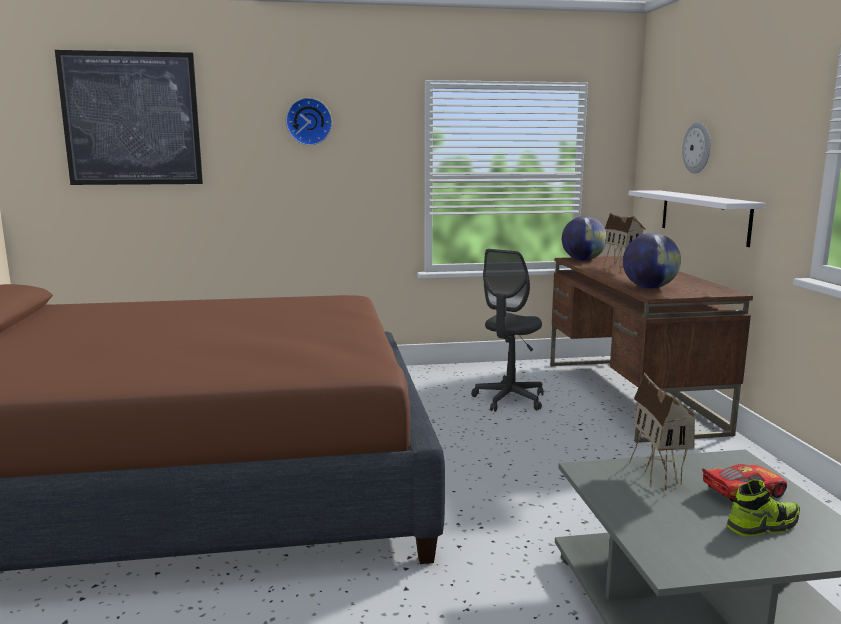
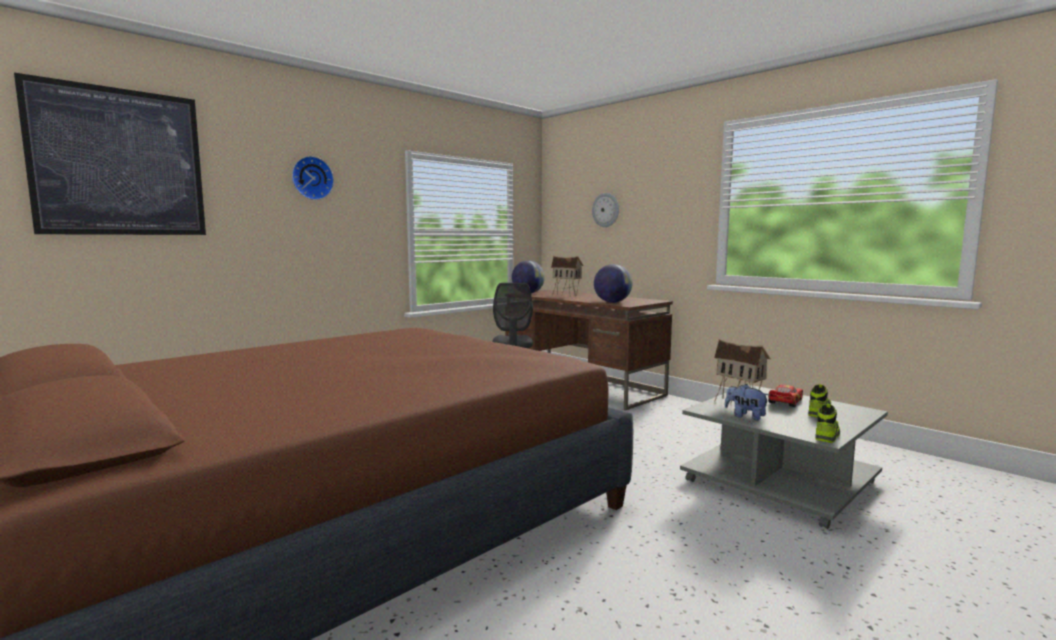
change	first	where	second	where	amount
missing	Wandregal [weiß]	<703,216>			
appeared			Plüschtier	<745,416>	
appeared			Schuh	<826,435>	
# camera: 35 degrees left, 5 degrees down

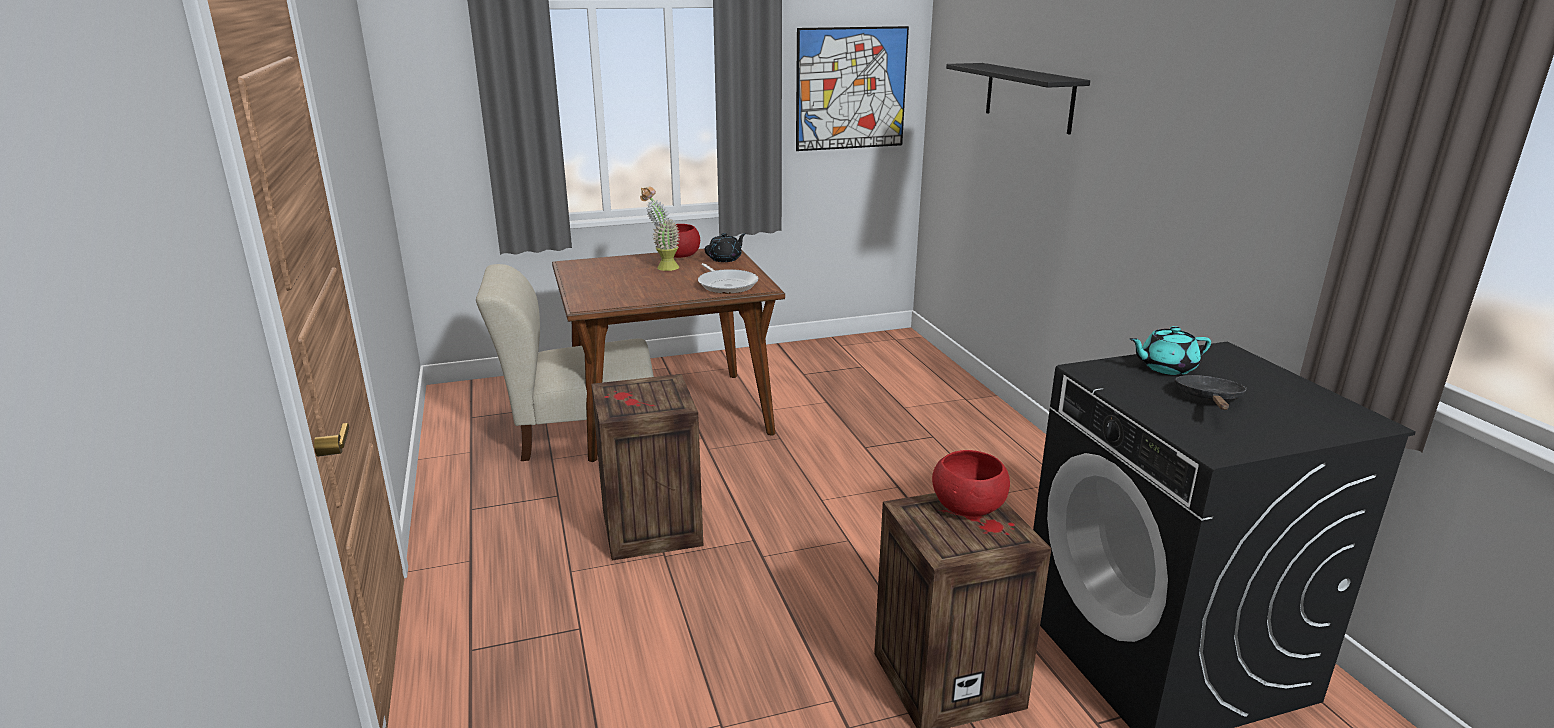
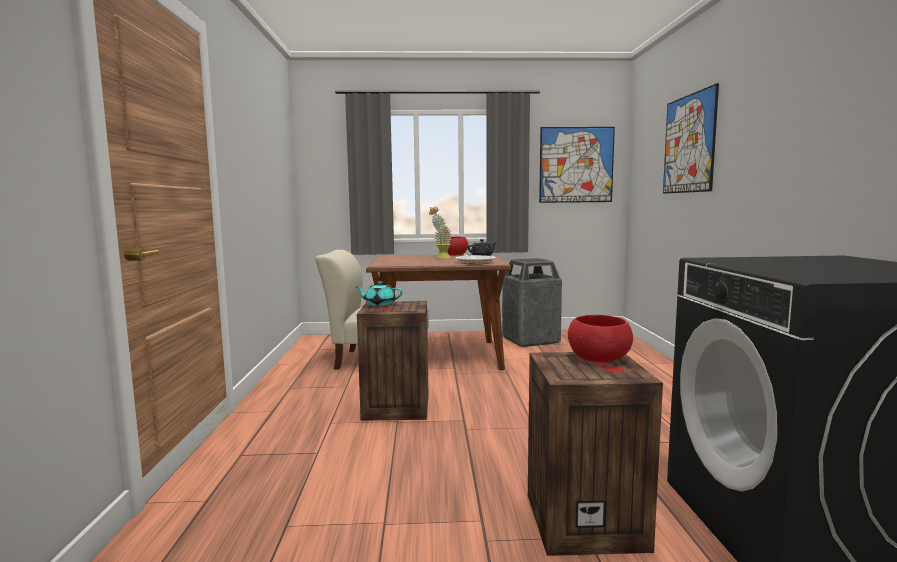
change	first	where	second	where	amount
exchanged	Wandregal [schwarz]	<1028,97>	Bild	<688,144>	
relocated	Teekanne [türkis]	<1166,367>		<379,304>	
missing	Pfanne [schwarz]	<1209,399>			
appeared			Mülleimer	<530,340>	
# camera: 15 degrees right, 15 degrees down

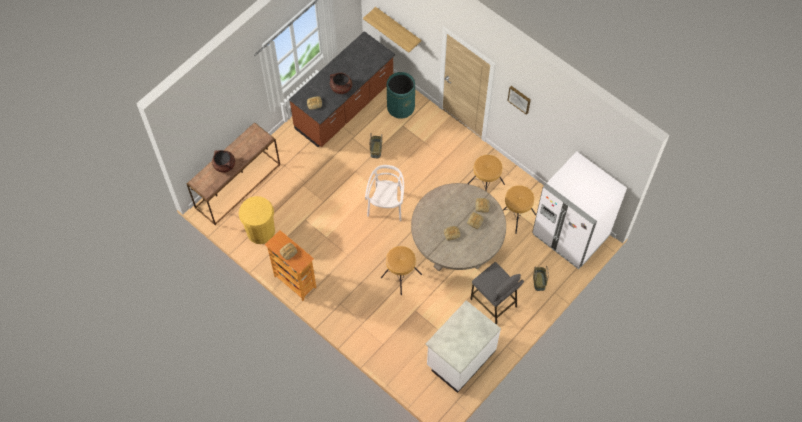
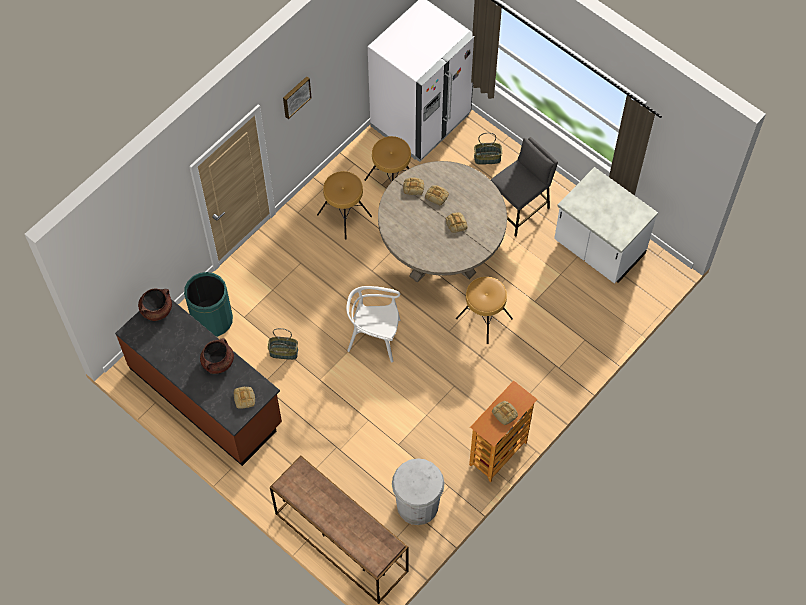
change	first	where	second	where	amount
relocated	Kochtopf [braun]	<224,165>		<156,309>	
colour	Mülleimer [gelb]	<261,231>	Mülleimer [weiß]	<417,505>	
missing	Wandregal	<398,27>			
# camera: 90 degrees left, 0 degrees up

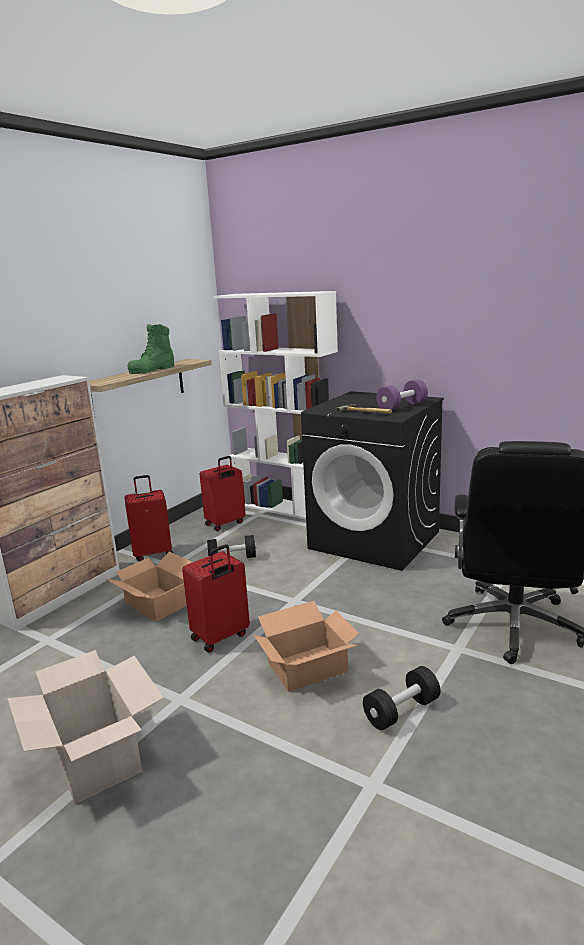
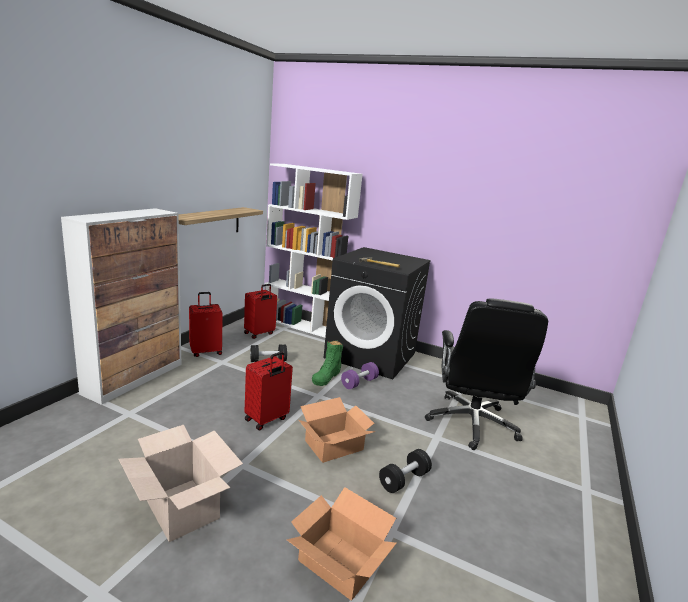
change	first	where	second	where	amount
relocated	Karton	<157,604>		<339,563>	
relocated	Stiefel [grün]	<152,370>		<326,376>	
relocated	Hantel [lila]	<402,406>		<359,383>	
# camera: 10 degrees left, 0 degrees up

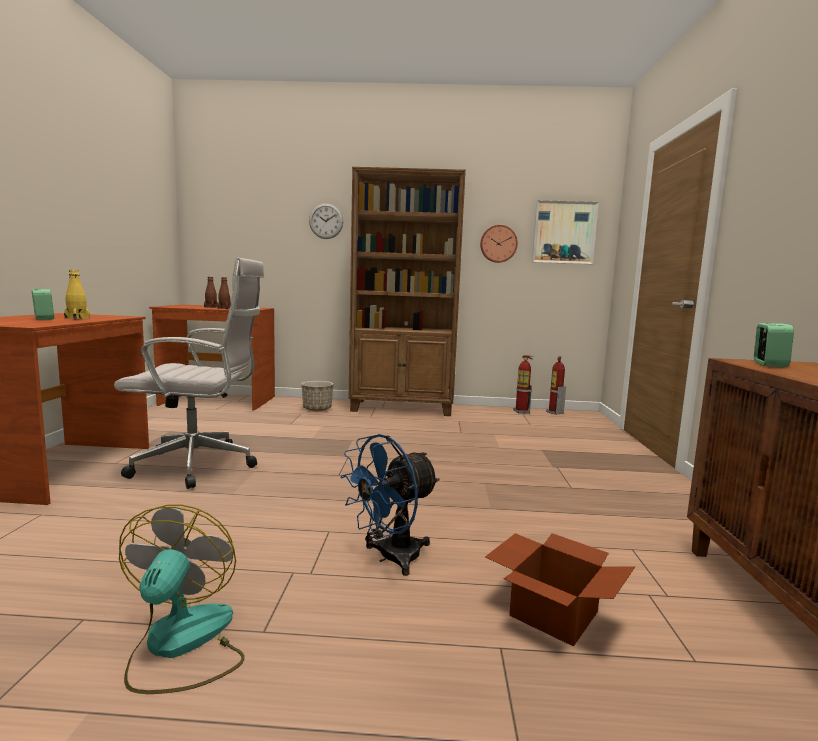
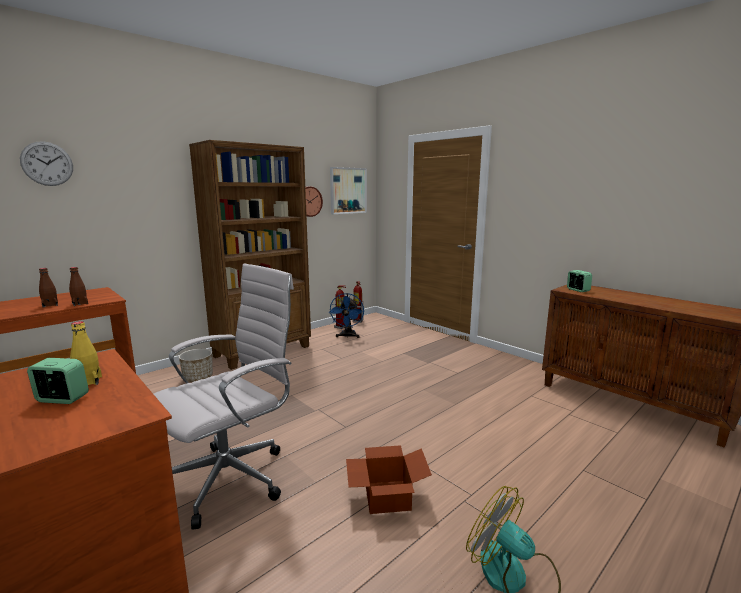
change	first	where	second	where	amount
relocated	Wanduhr	<326,221>		<47,164>	
relocated	Ventilator [blau]	<390,558>		<347,336>	
relocated	Karton	<552,612>		<385,496>	
# camera: 45 degrees left, 5 degrees up

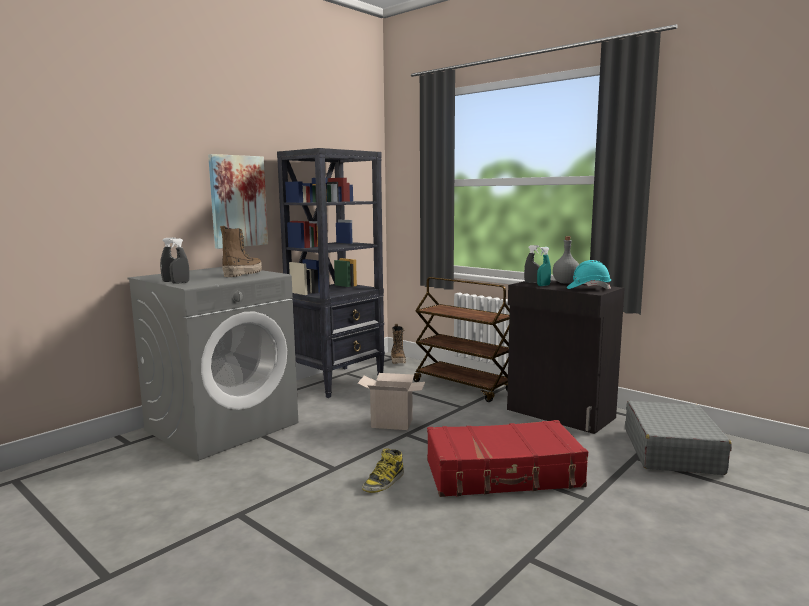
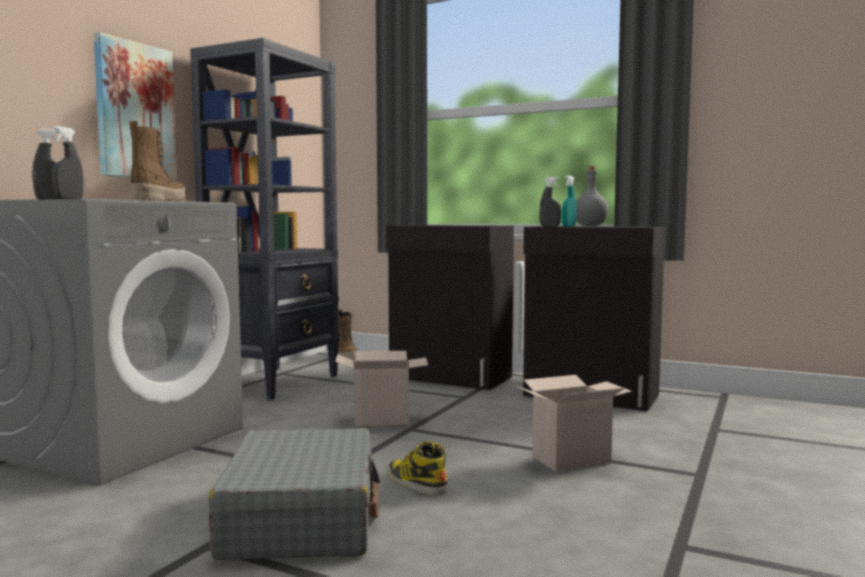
change	first	where	second	where	amount
spun	Stiefel	<384,482>		<415,483>	120 degrees clockwise
exchanged	Rollwagen [braun]	<463,386>	Schrank [schwarz]	<450,377>	
exchanged	Koffer [rot]	<503,474>	Karton	<572,459>	
missing	Schutzhelm [türkis]	<588,288>			
relocated	Koffer [grau]	<672,451>		<302,517>	
# camera: 15 degrees left, 5 degrees down

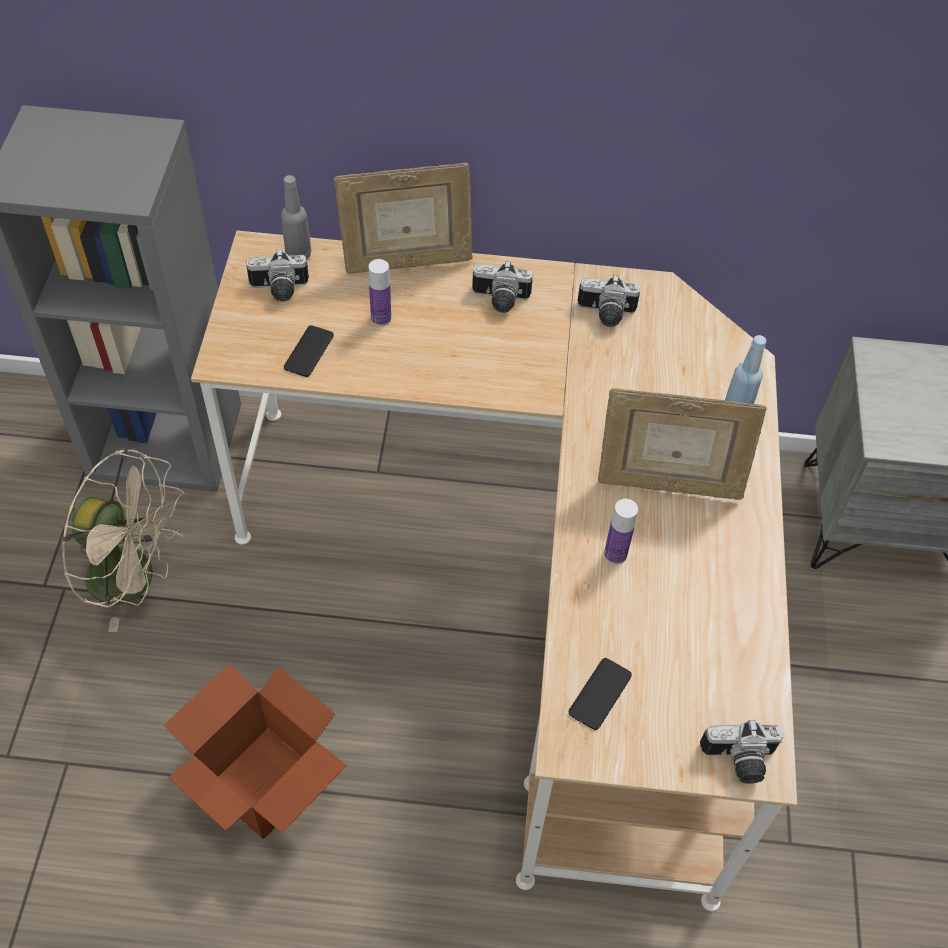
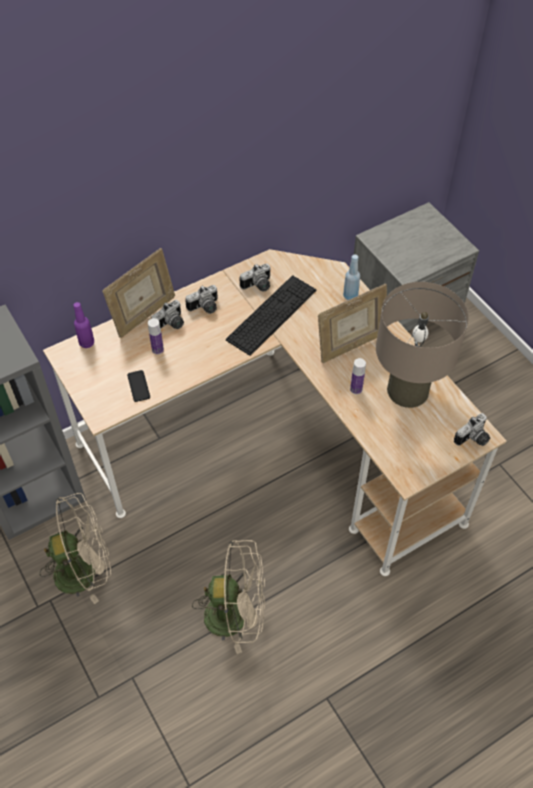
change	first	where	second	where	amount
exchanged	Karton	<265,781>	Ventilator [beige]	<235,615>	
relocated	Kamera	<279,290>		<171,324>	
colour	Flasche [grau]	<298,254>	Flasche [lila]	<86,343>	
missing	Handy	<600,694>			
appeared			Tastatur	<272,315>	
appeared			Tischlampe [beige]	<408,390>	
# camera: 35 degrees left, 0 degrees up

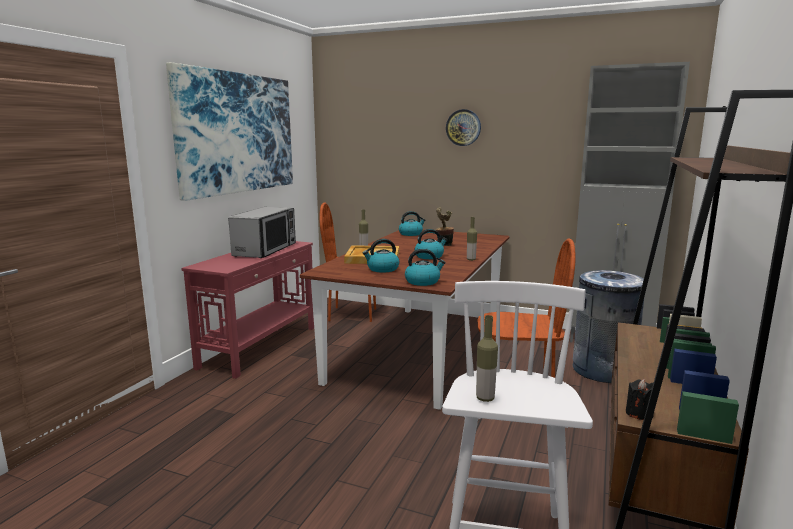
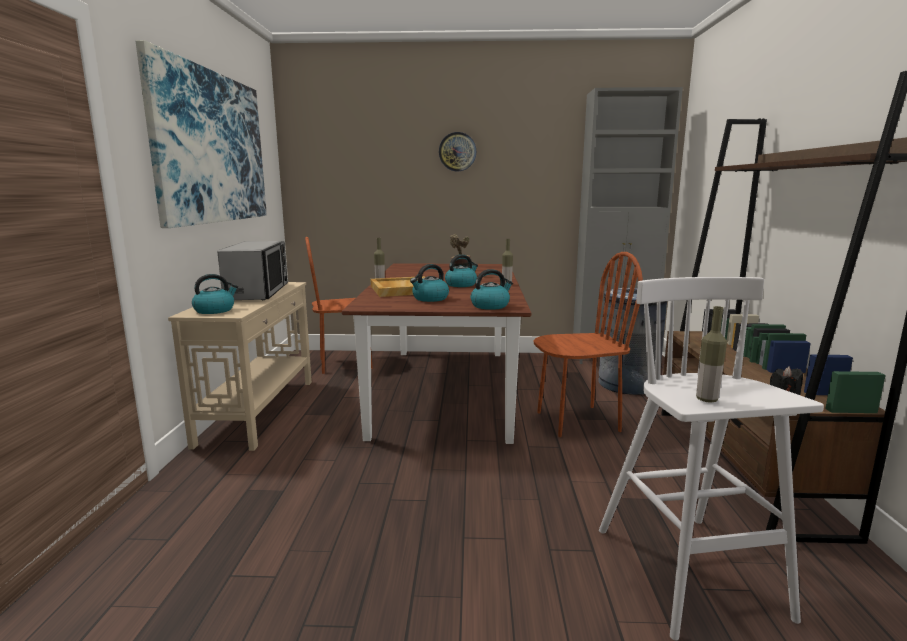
change	first	where	second	where	amount
colour	Konsolentisch [rot]	<261,346>	Konsolentisch [beige]	<260,410>	
relocated	Wasserkessel	<411,234>		<215,310>	
# camera: 20 degrees left, 0 degrees up

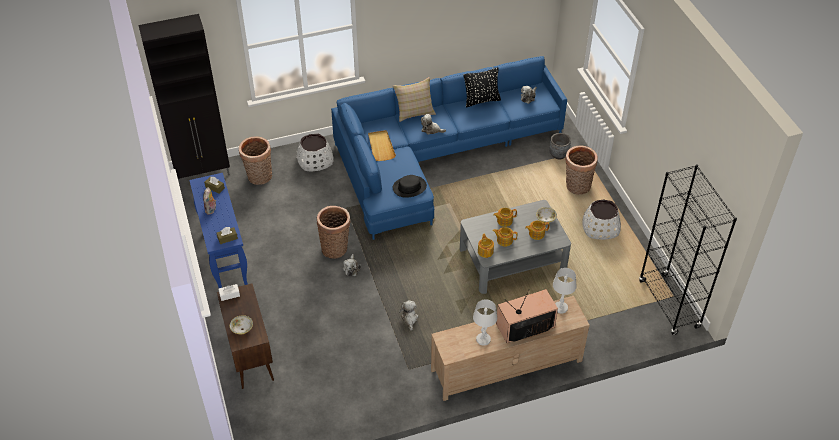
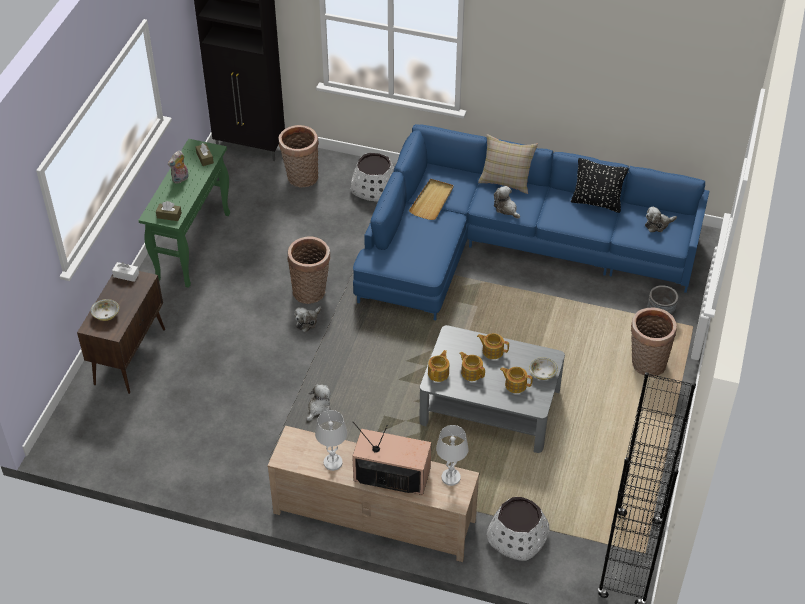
change	first	where	second	where	amount
colour	Konsolentisch [blau]	<225,258>	Konsolentisch [grün]	<193,245>	
missing	Hut [schwarz]	<409,187>			
relocated	Pflanzkübel [weiß]	<600,227>		<517,537>	
# camera: 35 degrees right, 0 degrees up

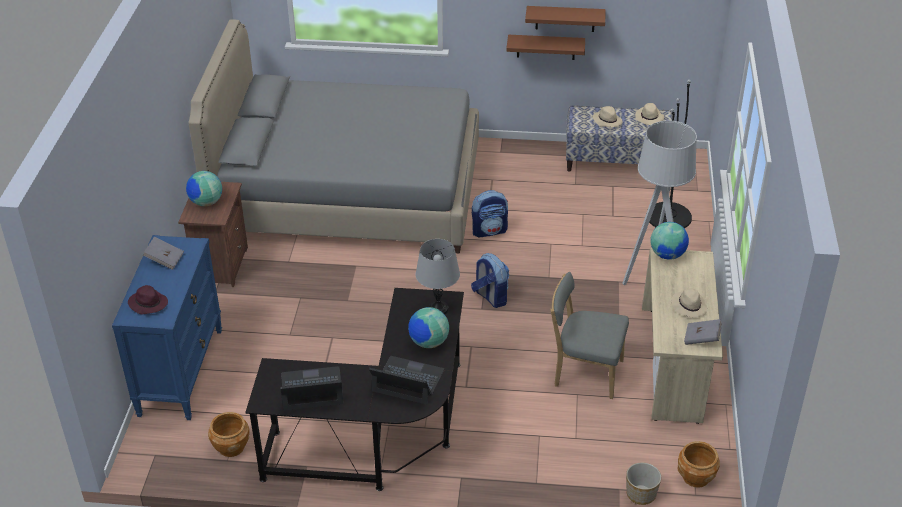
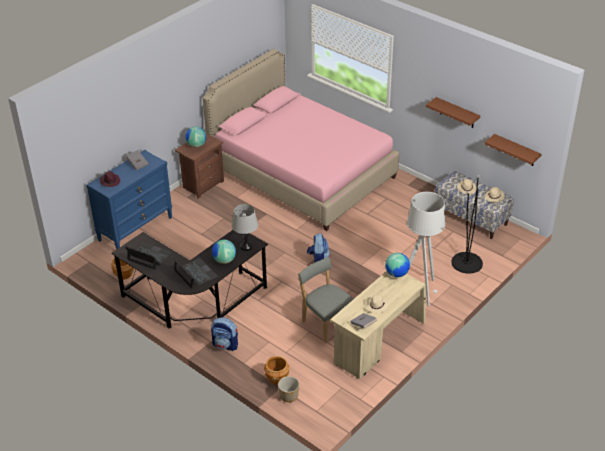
change	first	where	second	where	amount
colour	Bett [grau]	<349,192>	Bett [rosa]	<302,173>	
relocated	Rucksack	<489,231>		<225,345>	
relocated	Wandregal [braun]	<546,47>		<516,150>	
relocated	Pflanzkübel [braun]	<695,477>		<276,378>	
# camera: 35 degrees right, 0 degrees up

